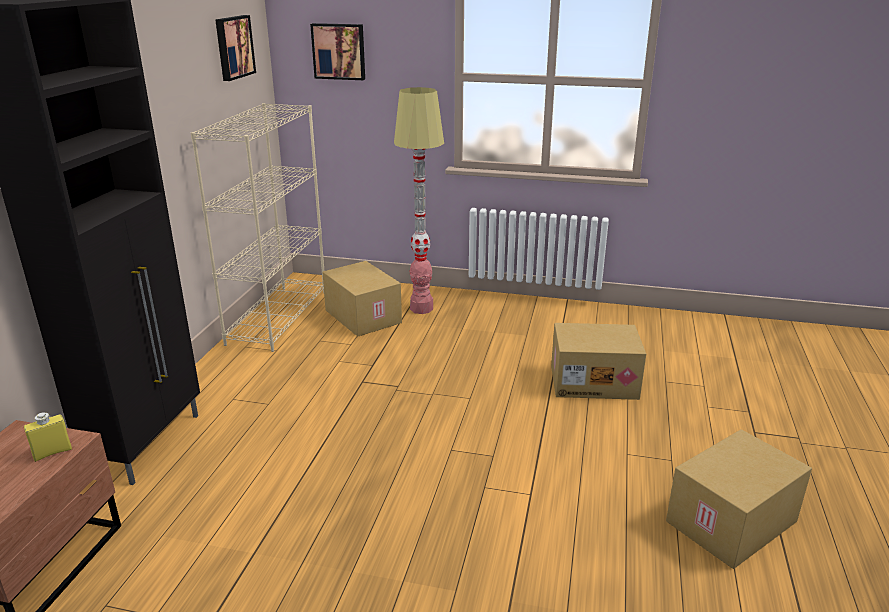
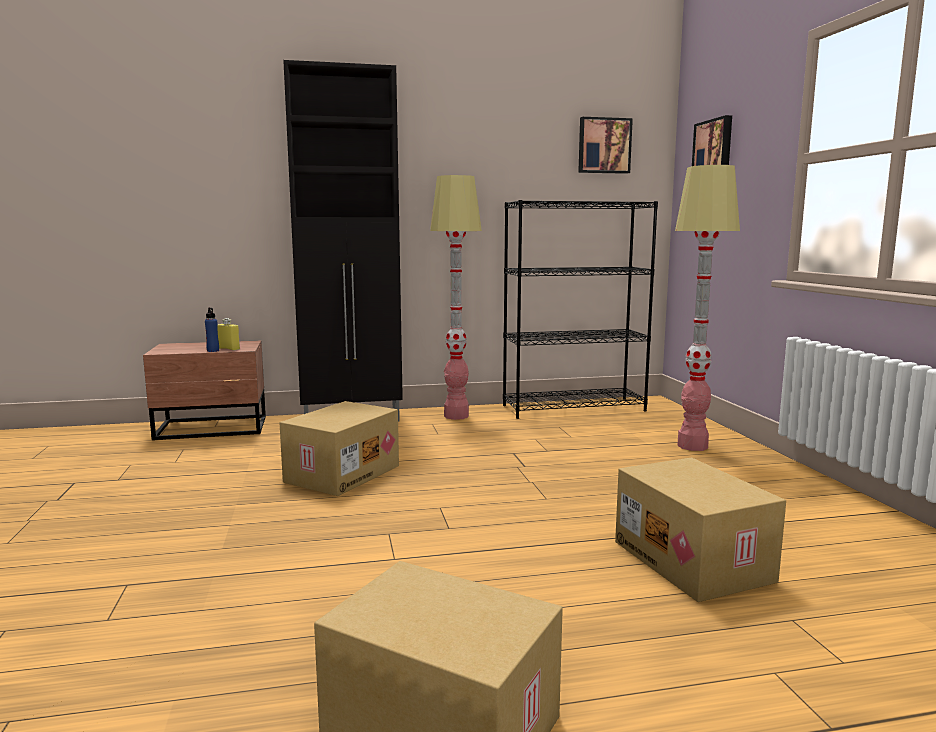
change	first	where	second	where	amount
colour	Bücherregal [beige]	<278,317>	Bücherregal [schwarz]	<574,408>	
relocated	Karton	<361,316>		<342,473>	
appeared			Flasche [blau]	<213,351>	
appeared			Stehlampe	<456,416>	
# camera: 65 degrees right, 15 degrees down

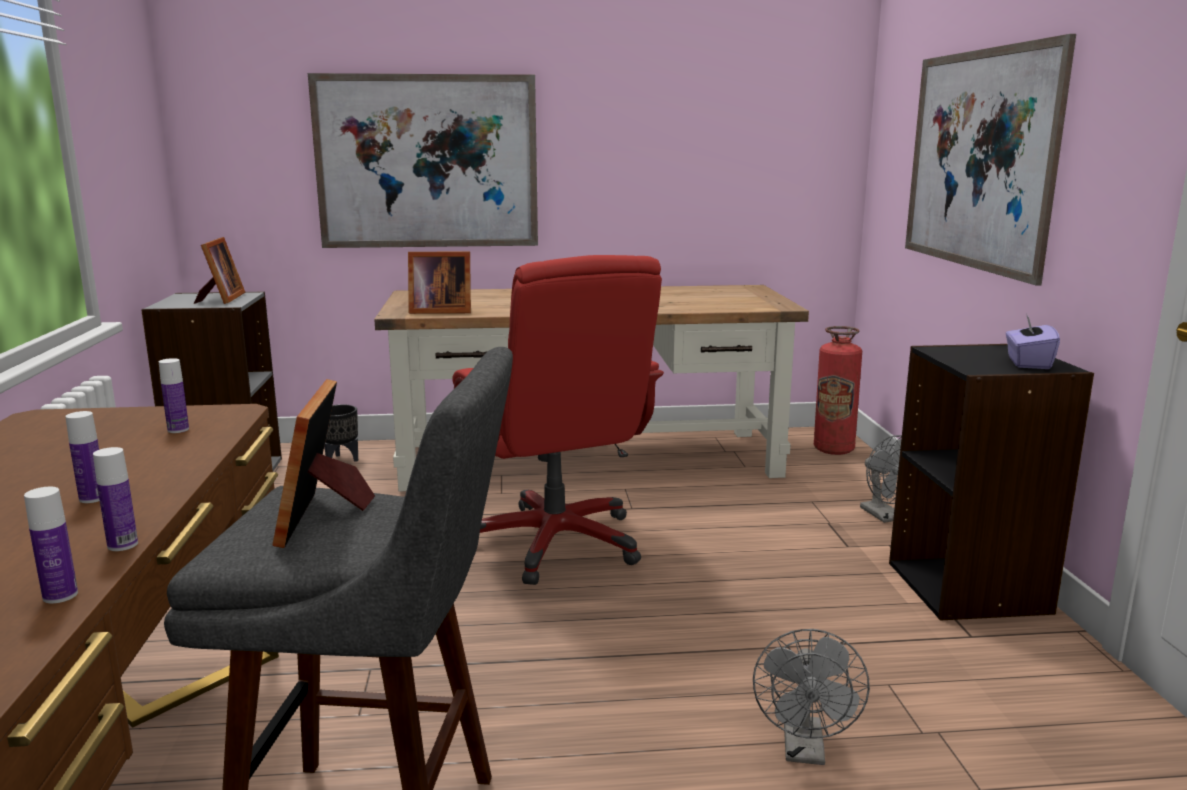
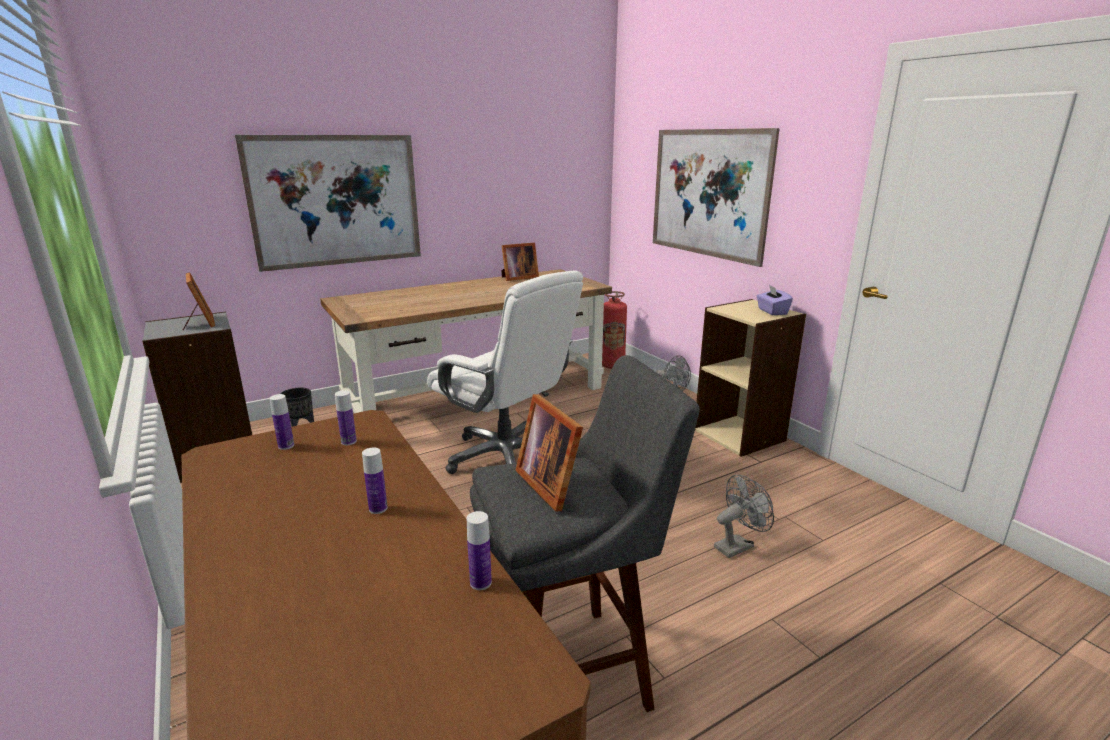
change	first	where	second	where	amount
relocated	Flasche	<122,545>		<286,446>	
relocated	Bilderrahmen	<438,311>		<518,278>	
colour	Bürostuhl [rot]	<556,543>	Bürostuhl [weiß]	<506,458>	
spun	Ventilator [grau]	<805,751>		<737,545>	105 degrees counterclockwise
colour	Bücherregal [schwarz]	<969,587>	Bücherregal [beige]	<740,435>	
# camera: 25 degrees left, 5 degrees up

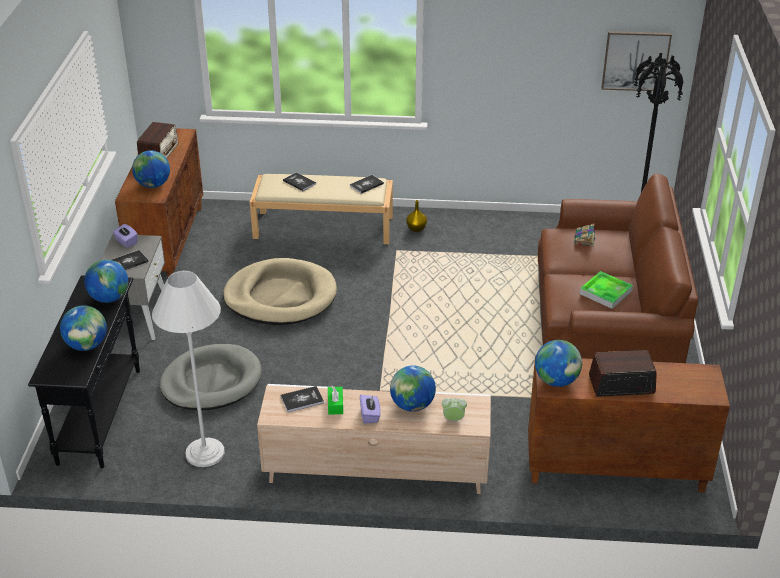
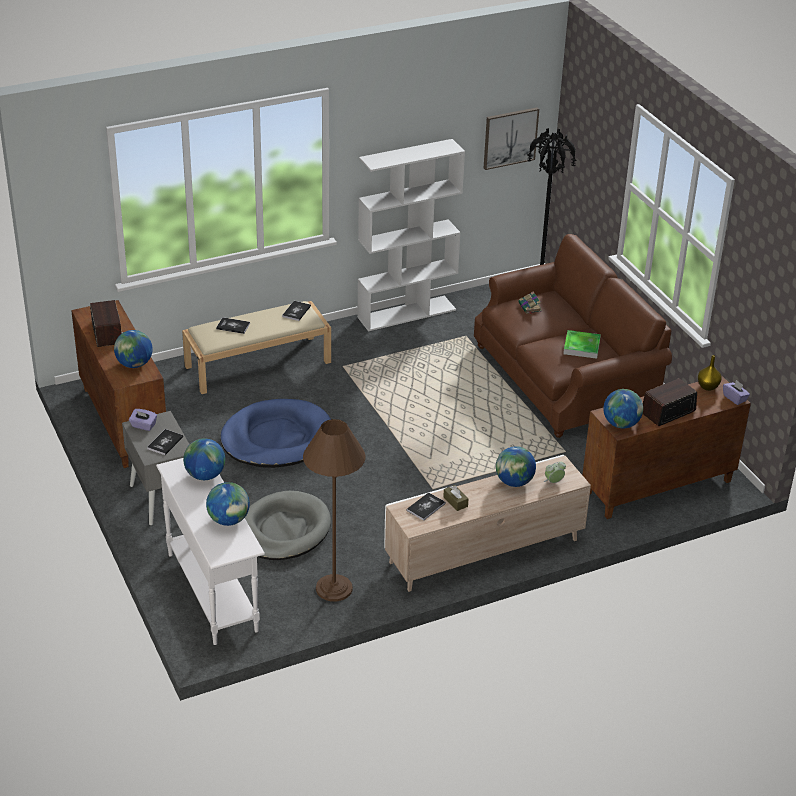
change	first	where	second	where	amount
colour	Konsolentisch [schwarz]	<100,415>	Konsolentisch [weiß]	<212,591>	
colour	Stehlampe [weiß]	<205,453>	Stehlampe [braun]	<334,588>	
colour	Hundebett [beige]	<280,296>	Hundebett [blau]	<277,438>	
colour	Taschentuchbox [grün]	<335,405>	Taschentuchbox [braun]	<455,502>	
relocated	Taschentuchbox [lila]	<370,415>		<734,398>	
relocated	Vase [gelb]	<416,228>		<707,386>	
appeared			Bücherregal [weiß]	<407,313>	
# camera: 30 degrees left, 0 degrees up

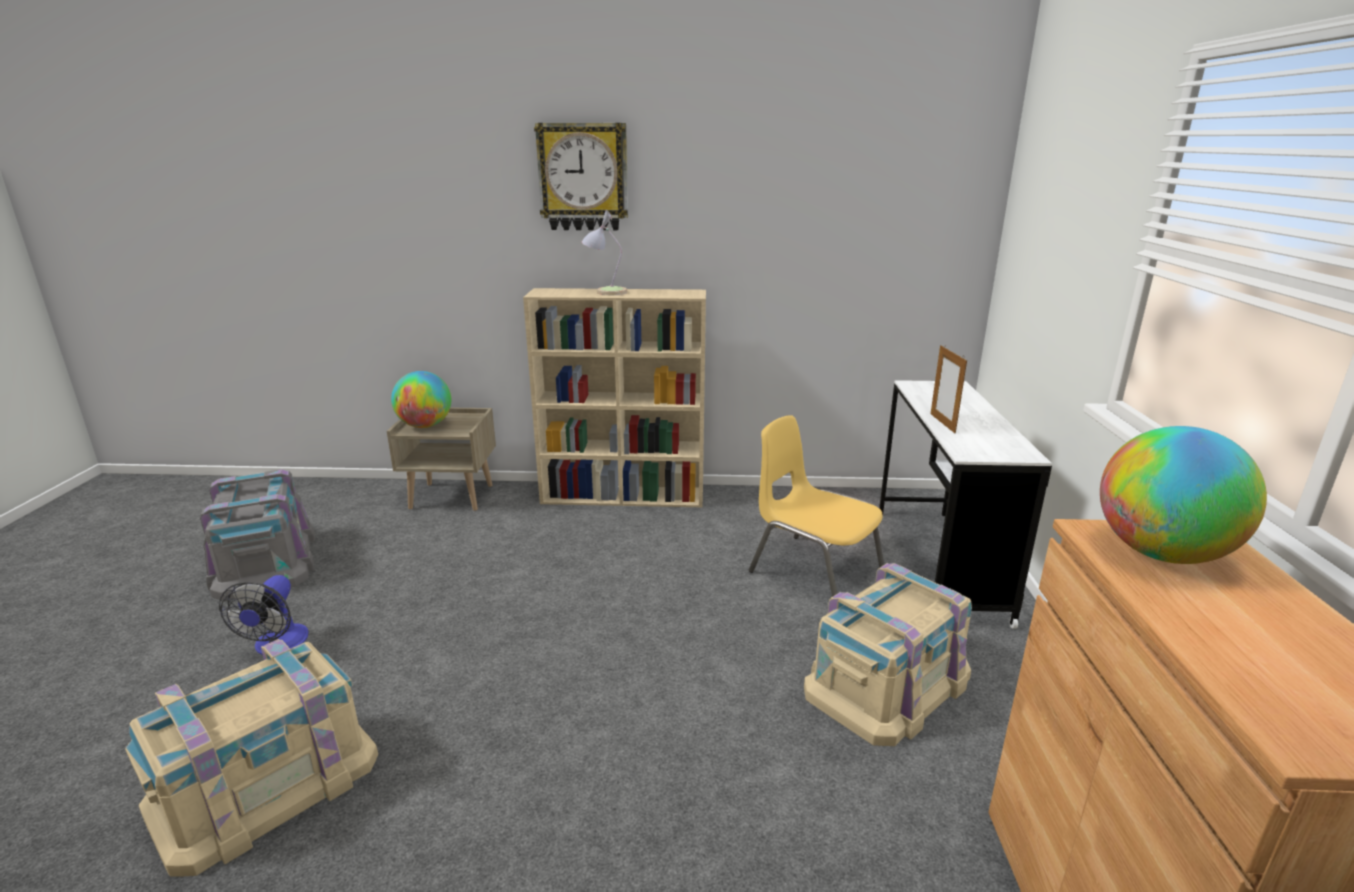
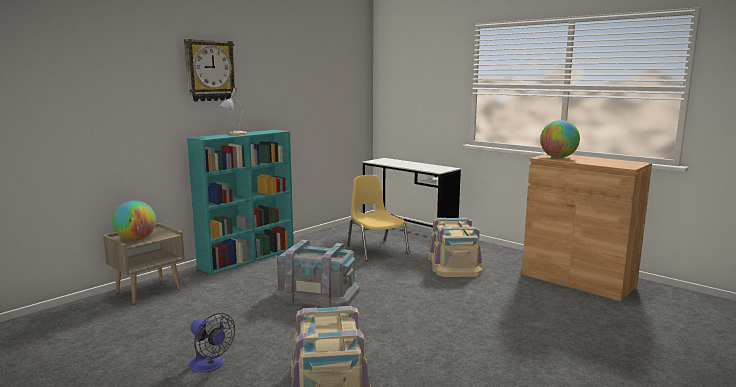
change	first	where	second	where	amount
relocated	Aufbewahrungsbox [grau]	<266,560>		<317,294>	
colour	Bücherregal [beige]	<624,496>	Bücherregal [türkis]	<248,258>	
spun	Stuhl [gelb]	<813,569>		<376,250>	75 degrees clockwise
missing	Bilderrahmen	<942,423>			
# camera: 50 degrees left, 10 degrees down

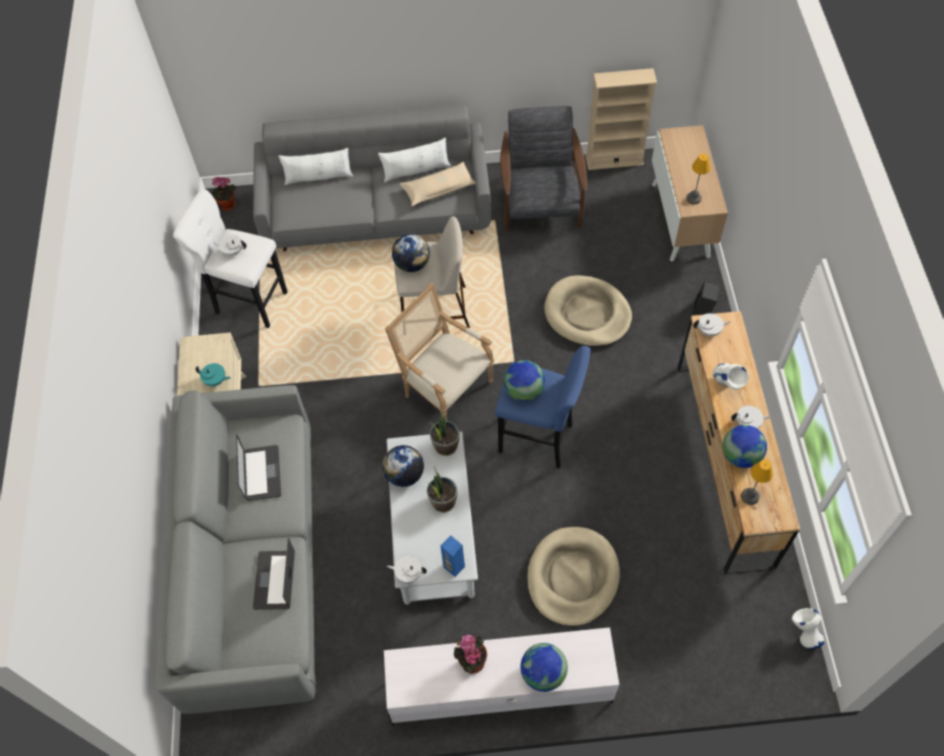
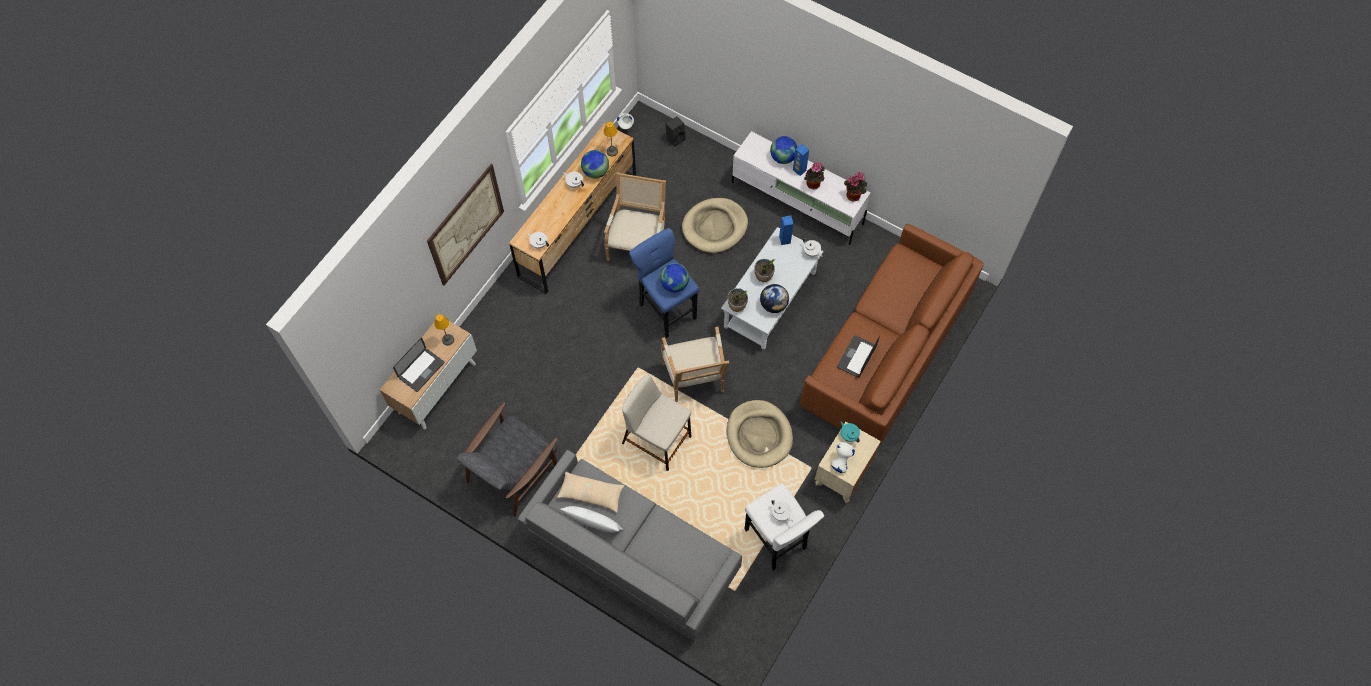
change	first	where	second	where	amount
colour	Sofa [grau]	<254,564>	Sofa [braun]	<885,352>	
relocated	Topfpflanze	<227,206>		<854,195>	
relocated	Laptop	<275,580>		<421,370>	
missing	Kissen [weiß]	<318,177>			
missing	Globus	<412,264>			
relocated	Hundebett [beige]	<587,314>		<759,435>	
missing	Bücherregal [beige]	<614,160>			
relocated	Lautsprecher [schwarz]	<703,311>		<675,138>	
relocated	Vase [weiß]	<726,385>		<840,462>	
appeared			Bild	<466,225>	
appeared			Sessel	<638,244>	
appeared			Lautsprecher [blau]	<799,170>	
# camera: 145 degrees left, 5 degrees up

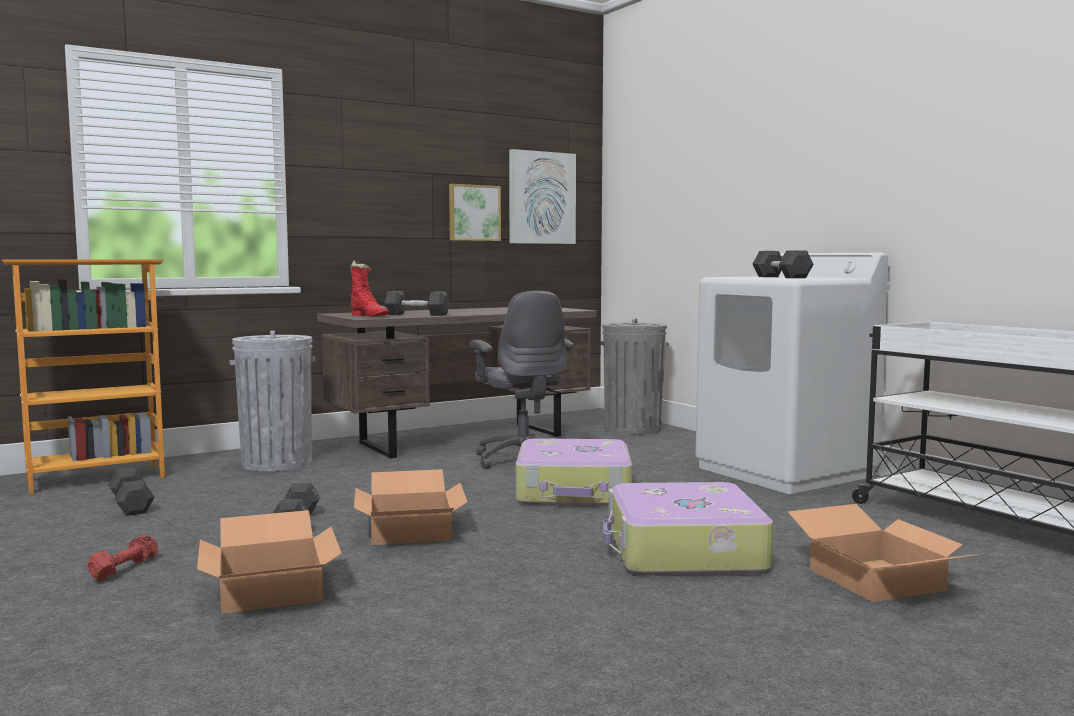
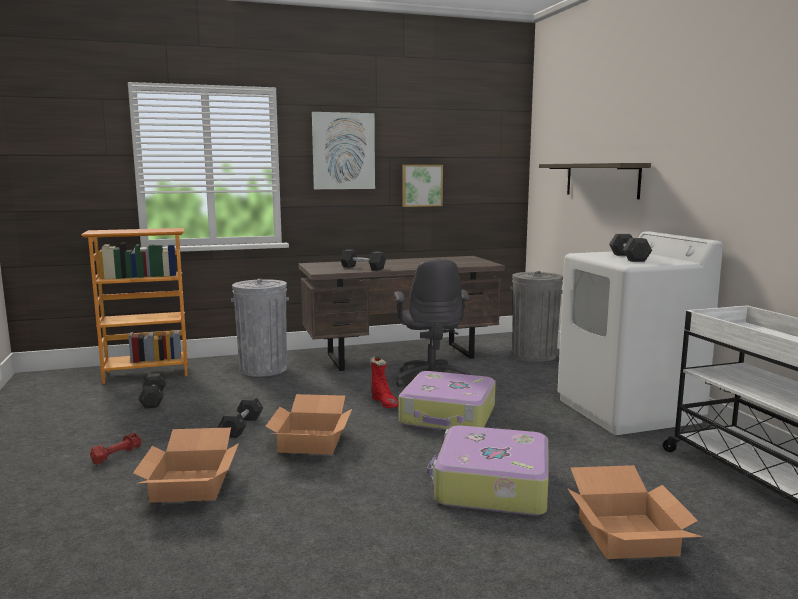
change	first	where	second	where	amount
relocated	Stiefel [rot]	<369,316>		<384,403>	
relocated	Bild	<541,198>		<343,151>	
appeared			Wandregal	<601,180>	
# camera: 15 degrees right, 5 degrees up

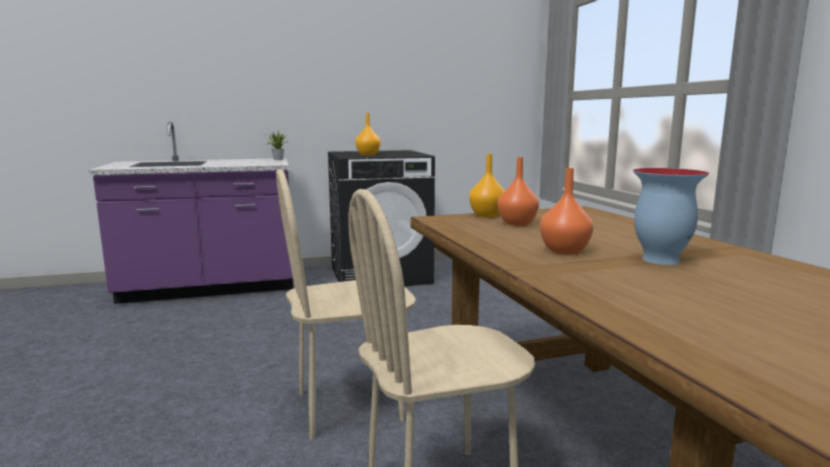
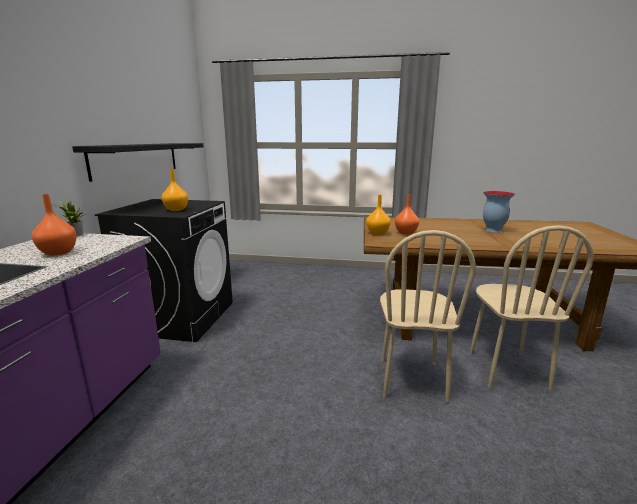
change	first	where	second	where	amount
relocated	Vase [orange]	<564,251>		<58,252>	
appeared			Wandregal [schwarz]	<137,159>	
# camera: 65 degrees left, 5 degrees up

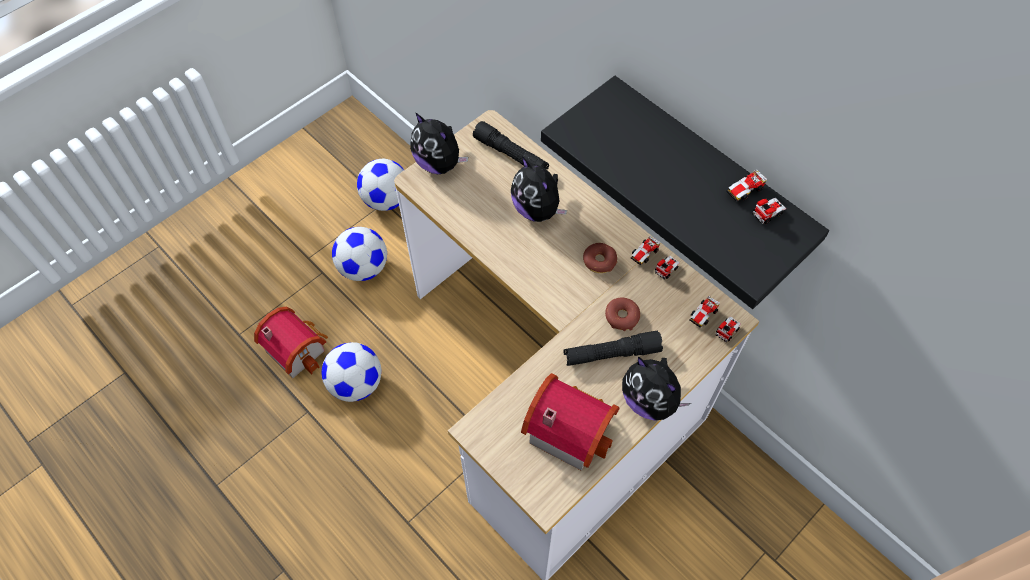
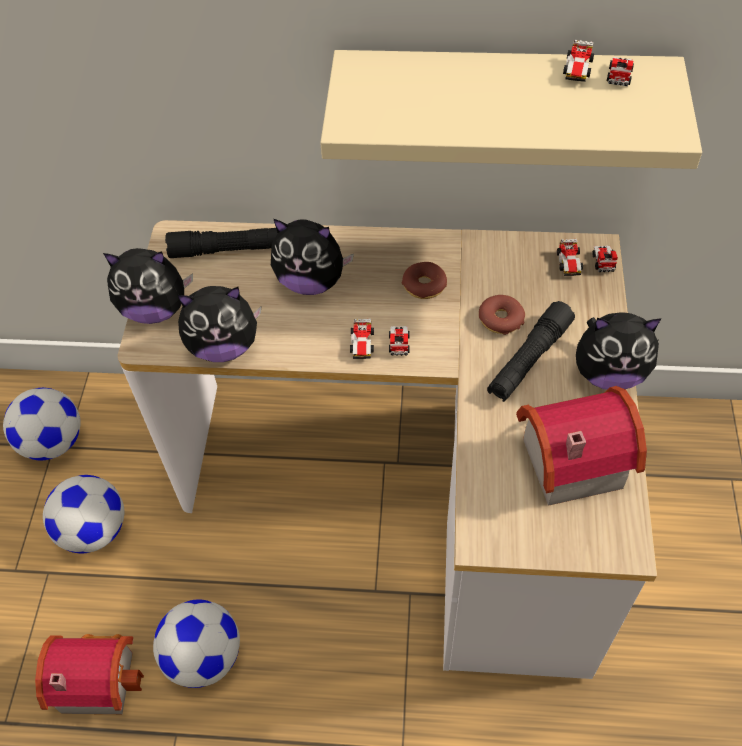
change	first	where	second	where	amount
colour	Wandregal [schwarz]	<707,176>	Wandregal [beige]	<501,99>	
relocated	Spielzeugauto	<654,262>		<380,345>	
appeared			Plüschtier	<224,346>	
# camera: 40 degrees left, 5 degrees down

